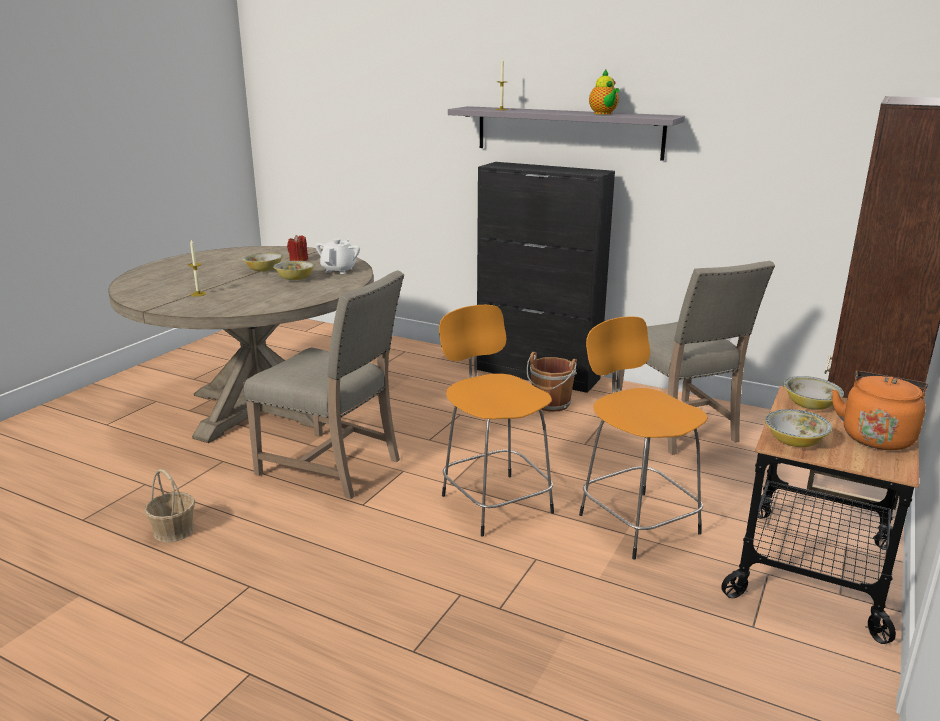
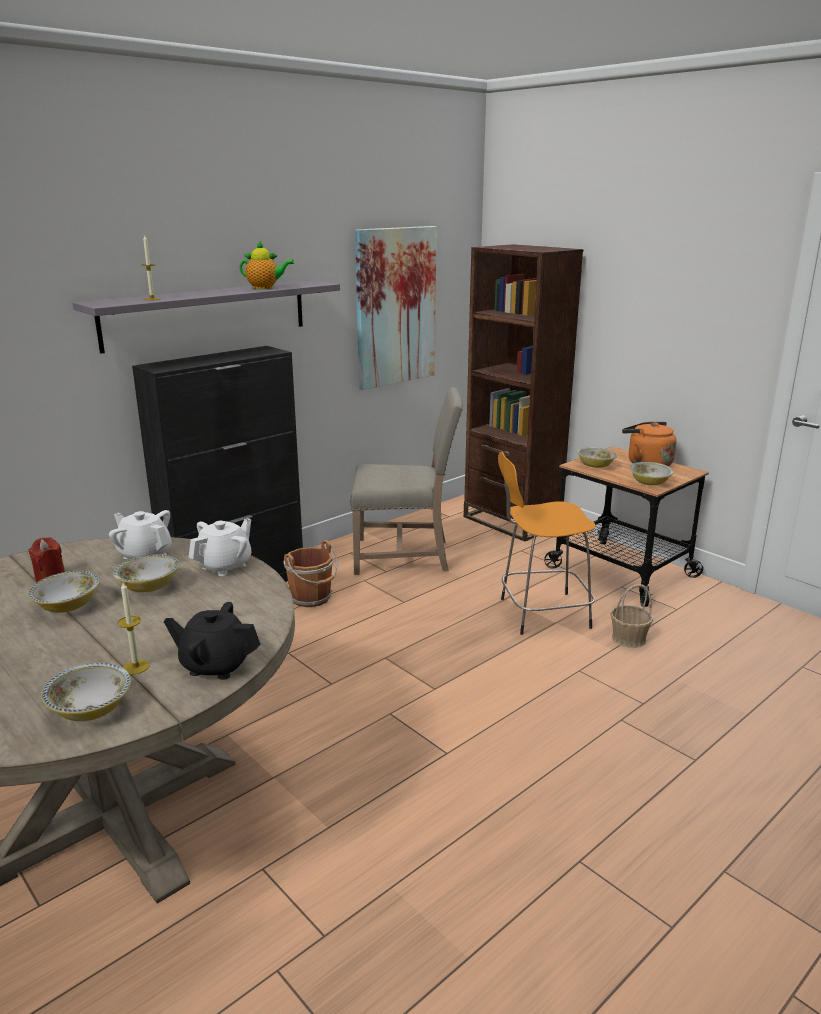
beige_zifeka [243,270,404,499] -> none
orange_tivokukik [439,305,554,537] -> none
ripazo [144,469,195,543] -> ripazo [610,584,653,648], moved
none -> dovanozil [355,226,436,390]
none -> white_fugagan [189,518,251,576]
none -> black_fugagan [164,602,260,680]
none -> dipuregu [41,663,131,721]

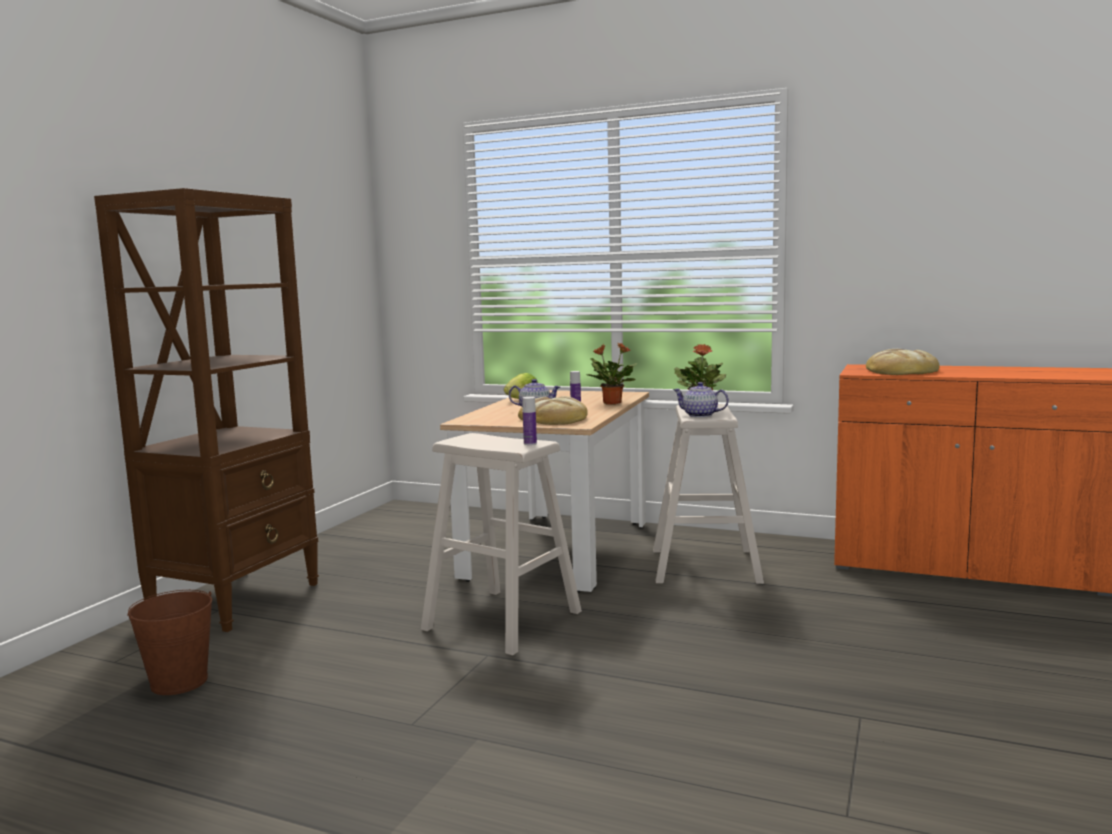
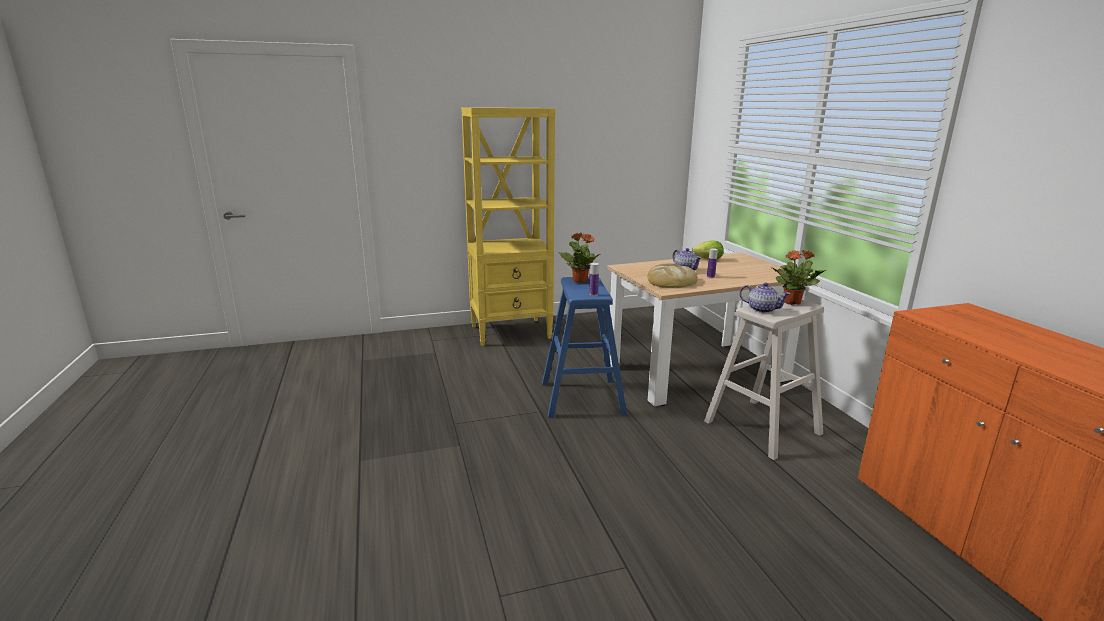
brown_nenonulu [94,188,319,632] -> yellow_nenonulu [461,107,555,346]
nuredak [585,343,637,405] -> nuredak [559,232,600,283], moved
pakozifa [866,349,940,375] -> none
fugagan [673,382,729,417] -> fugagan [740,283,791,313], 135 degrees clockwise
beige_tivokukik [421,433,582,656] -> blue_tivokukik [542,277,627,418]
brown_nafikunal [127,590,212,695] -> none

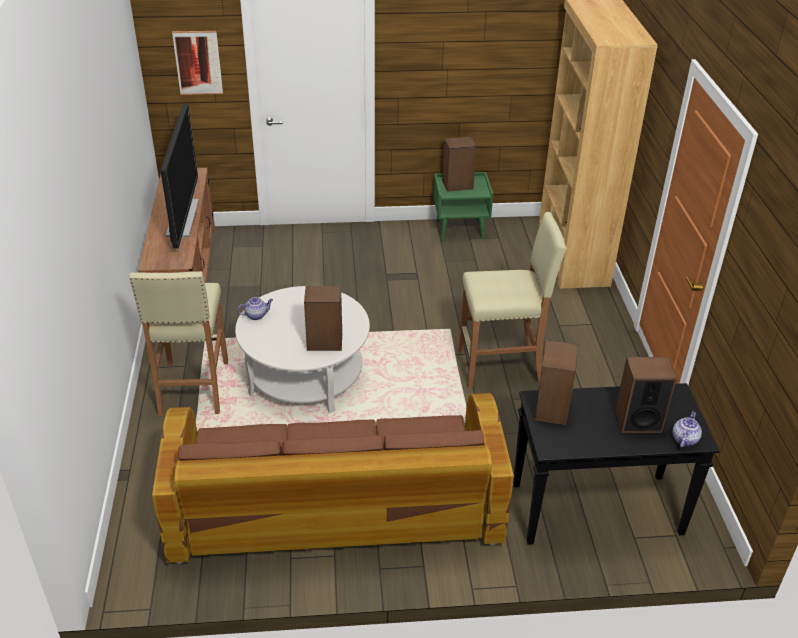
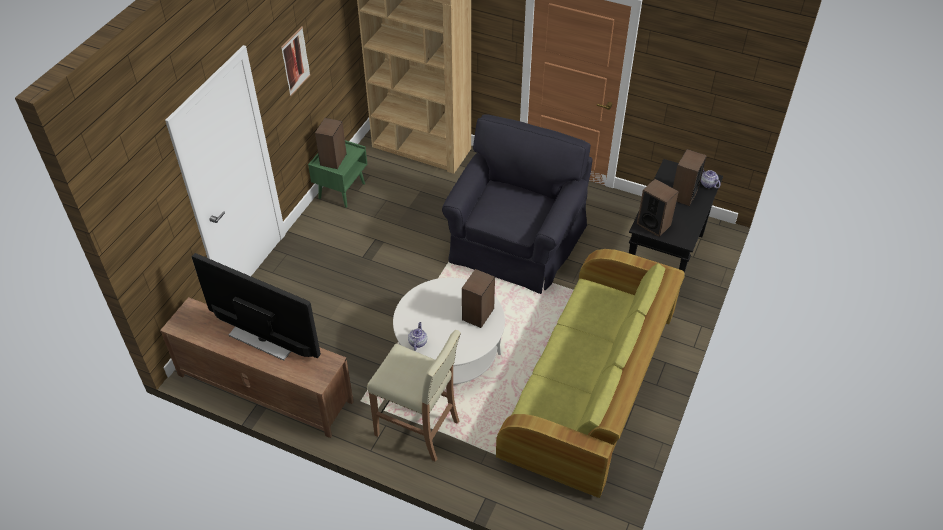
dovanozil [172,31,223,95] -> dovanozil [281,26,310,96], moved
beige_tivokukik [459,212,567,389] -> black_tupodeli [442,114,593,294]
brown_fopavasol [152,393,514,564] -> green_fopavasol [496,249,685,498]

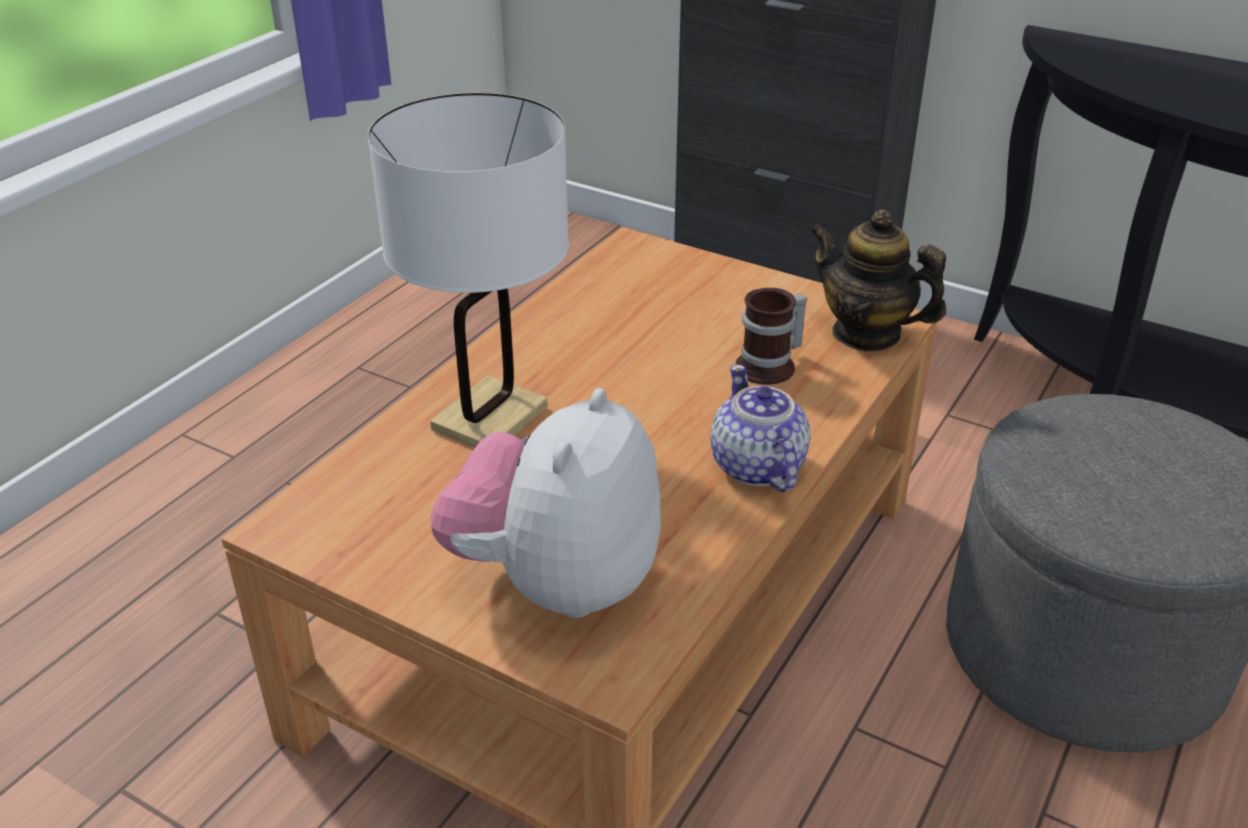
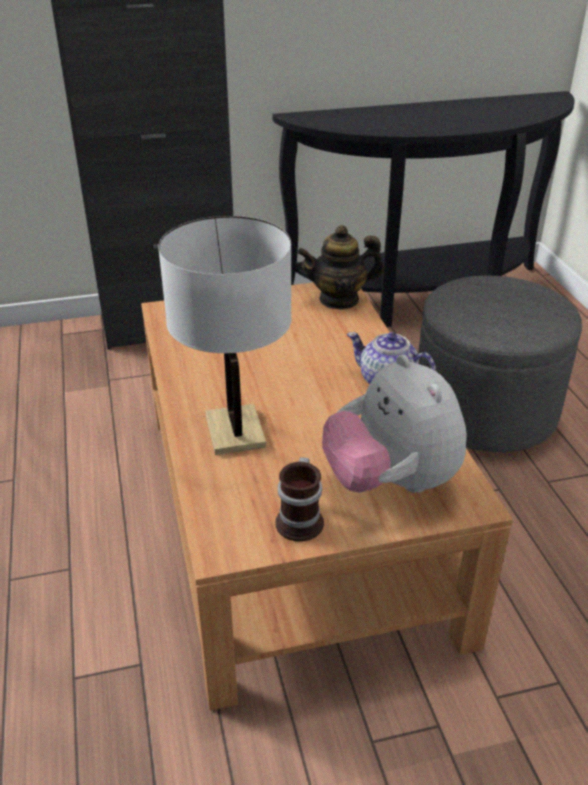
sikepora [735,288,807,385] -> sikepora [275,457,324,541], moved

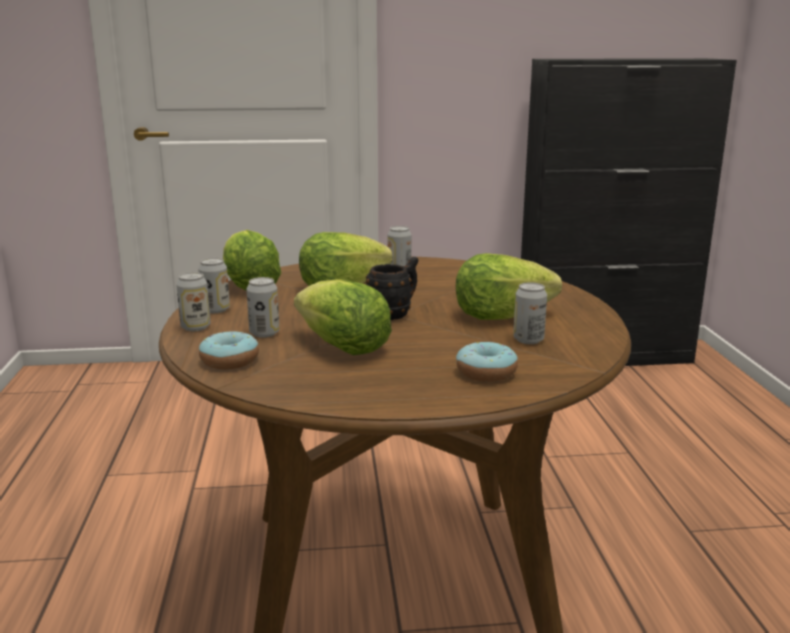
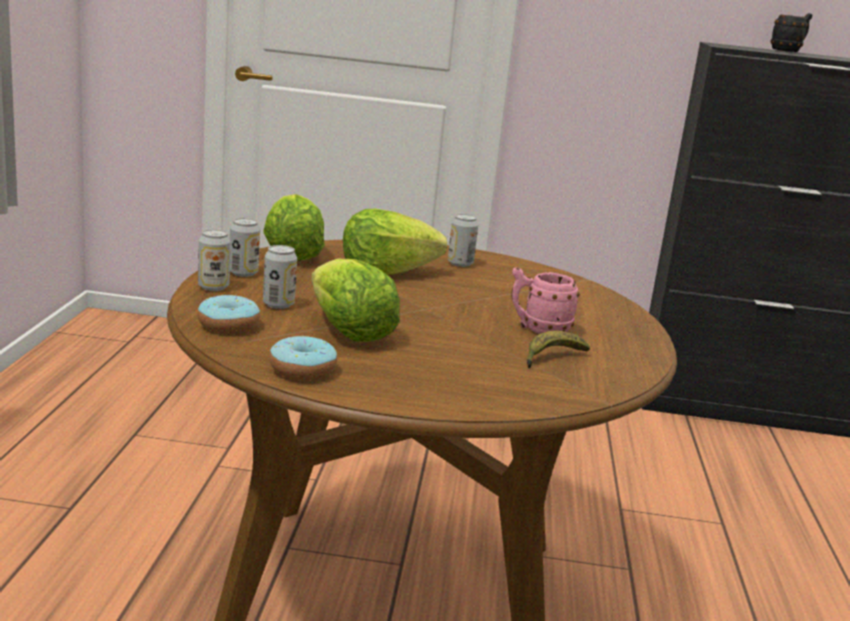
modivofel [456,253,562,320] -> pink_sikepora [511,267,580,334]
black_sikepora [366,257,418,320] -> black_sikepora [770,13,812,52], moved
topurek [513,282,547,344] -> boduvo [527,331,590,368]
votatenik [456,342,518,382] -> votatenik [270,336,337,380], moved

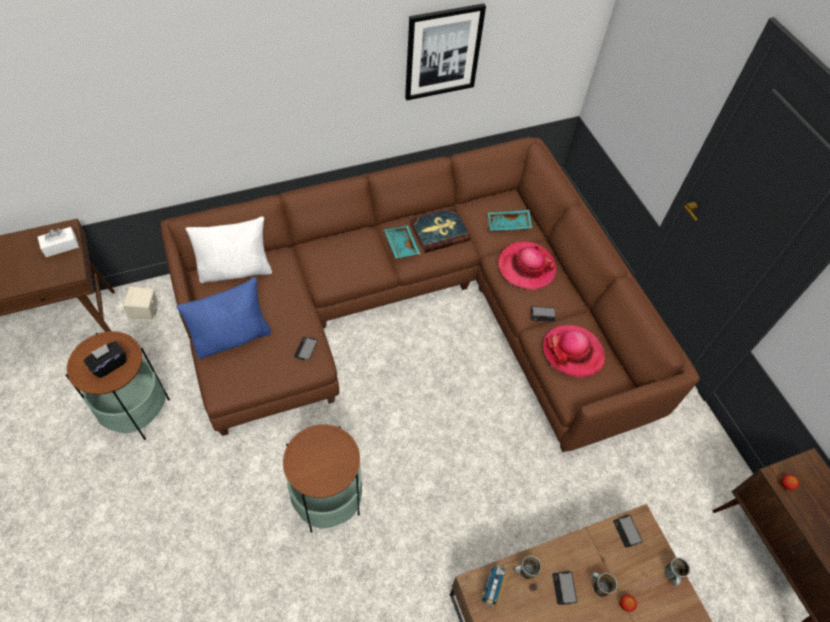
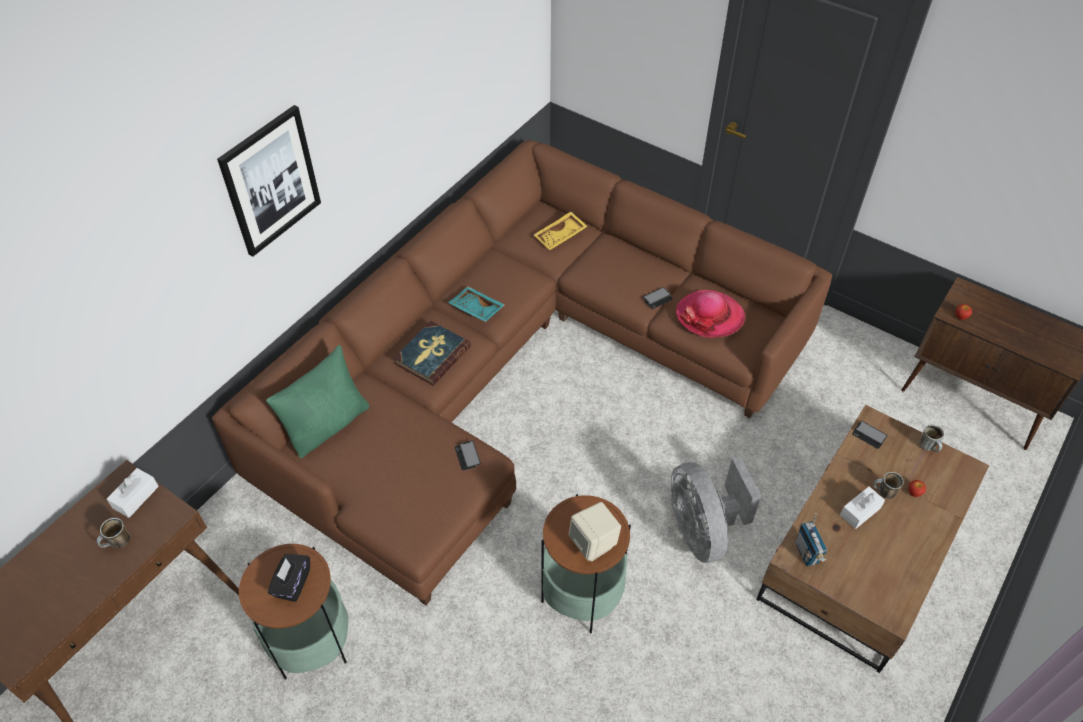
dovanozil [405,4,486,100] -> dovanozil [217,105,321,257], moved
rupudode [410,208,471,253] -> rupudode [393,321,471,386], moved
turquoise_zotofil [488,210,532,231] -> yellow_zotofil [534,212,588,250]
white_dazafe [186,217,272,283] -> green_dazafe [266,345,369,458]
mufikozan [498,241,557,290] -> none
blue_dazafe [176,277,272,359] -> none
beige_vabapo [123,286,158,321] -> beige_vabapo [568,502,621,562], moved
sikepora [514,556,541,579] -> sikepora [96,518,130,548], moved
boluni [552,571,577,605] -> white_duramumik [840,486,885,529]
none -> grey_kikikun [670,456,761,563]

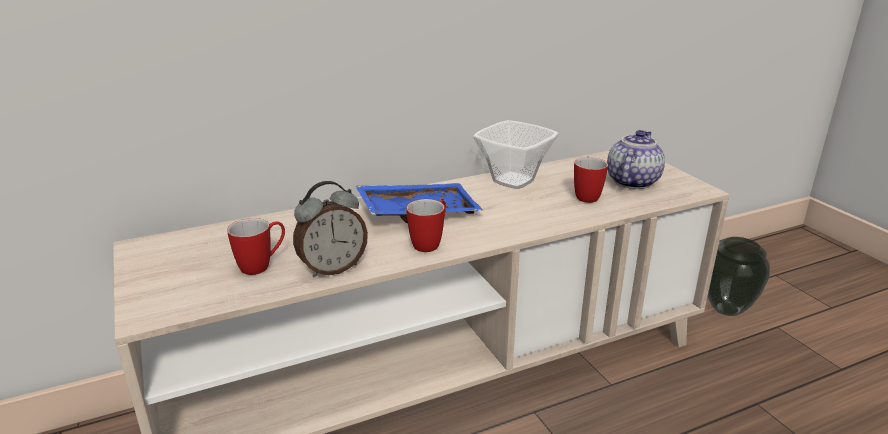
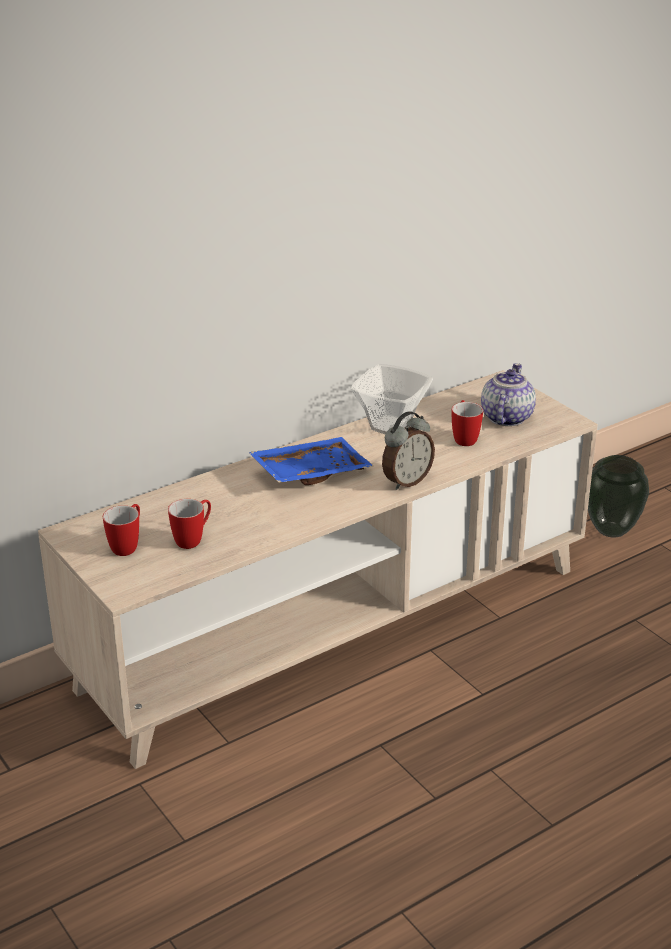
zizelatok [293,181,368,278] -> zizelatok [382,411,435,490], moved
sikepora [406,199,446,252] -> sikepora [103,504,140,556], moved

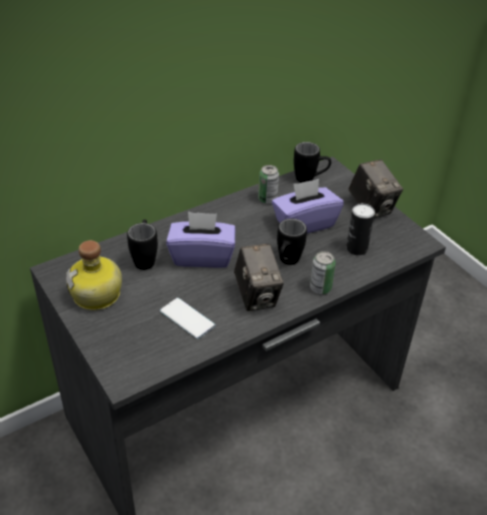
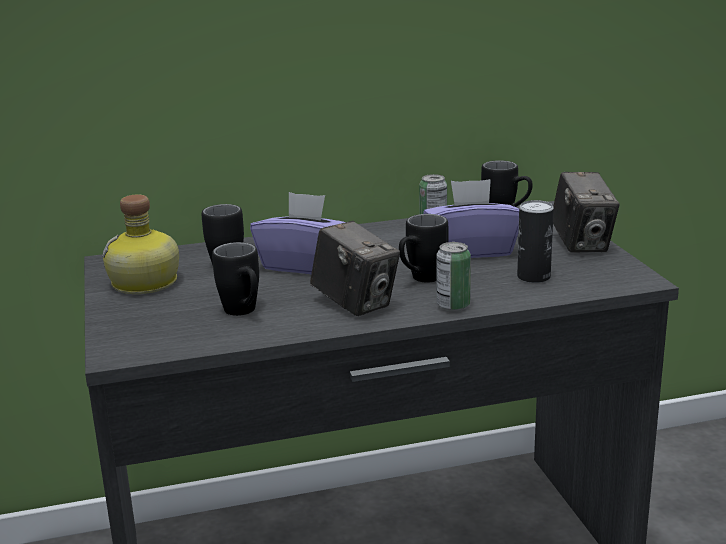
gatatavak [234,244,284,311] -> gatatavak [310,221,400,316], 45 degrees counterclockwise
boluni [160,298,216,339] -> black_sikepora [212,242,259,316]

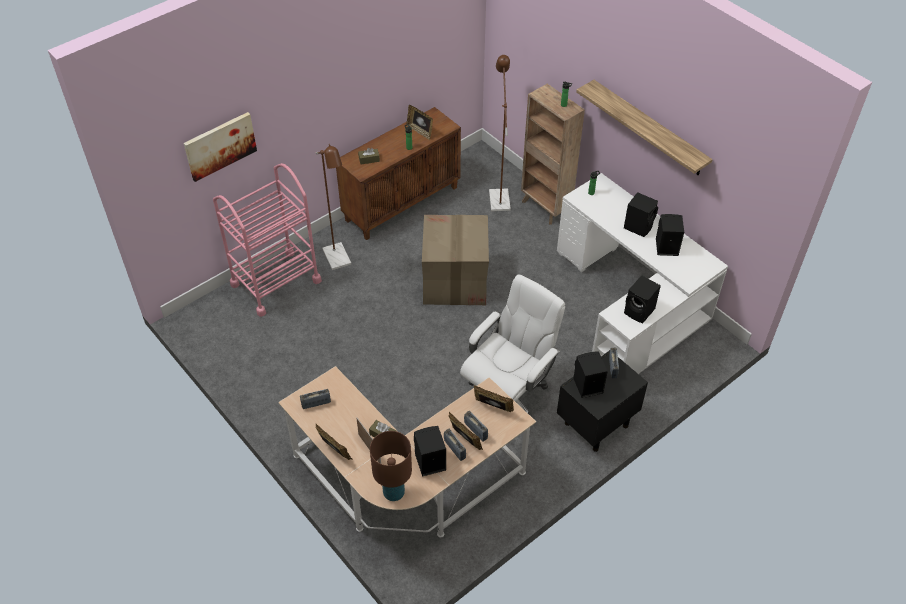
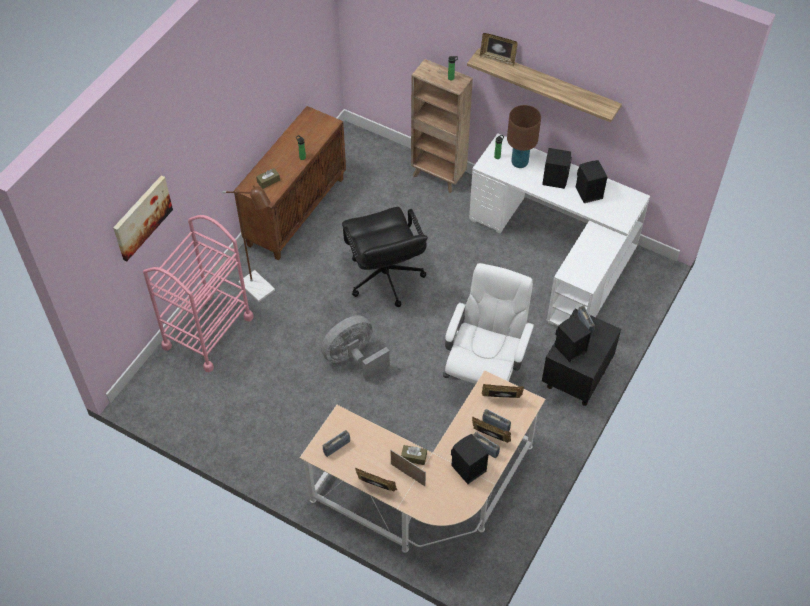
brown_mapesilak [489,55,511,211] -> none
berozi [406,105,433,140] -> berozi [480,33,518,66], moved
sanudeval [422,215,489,305] -> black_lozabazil [342,207,428,307]
black_vabapo [624,275,661,323] -> none
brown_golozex [370,431,412,501] -> brown_golozex [507,105,541,168], moved
none -> grey_kikikun [321,315,390,381]

